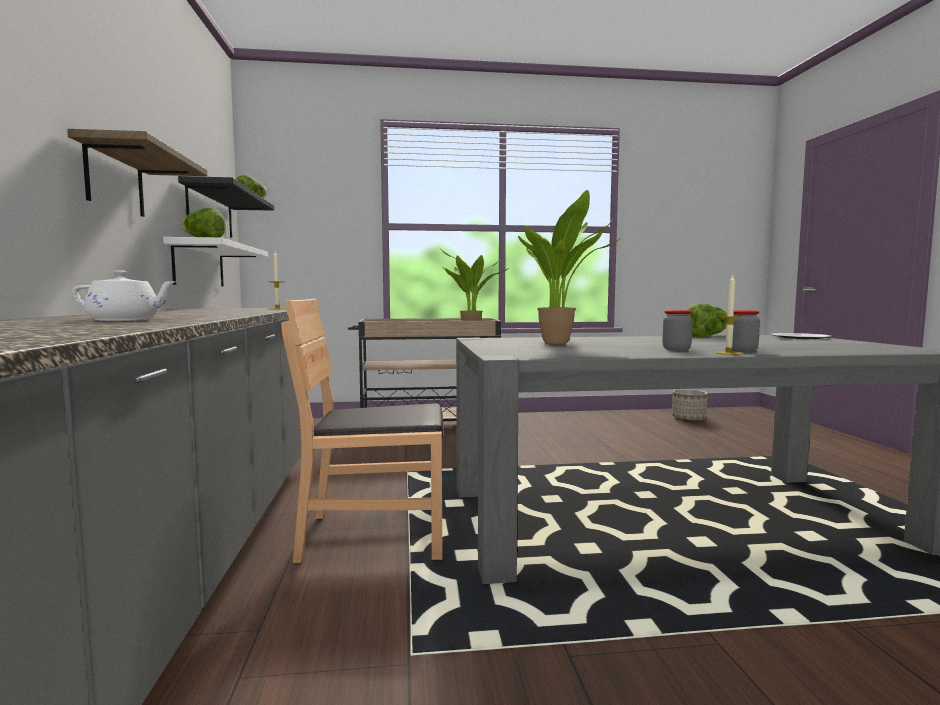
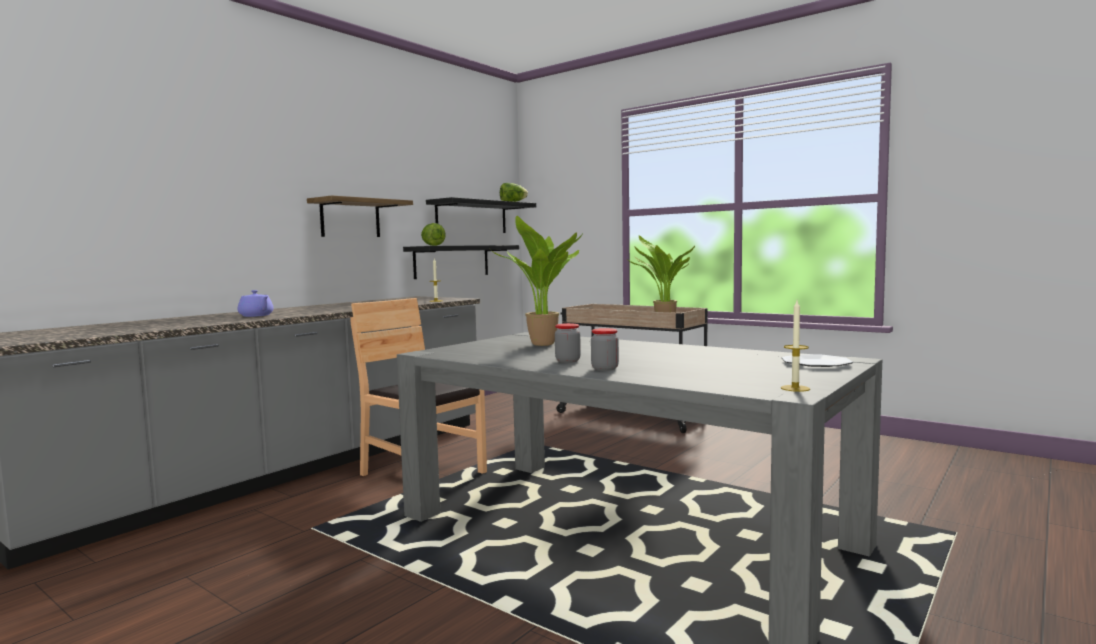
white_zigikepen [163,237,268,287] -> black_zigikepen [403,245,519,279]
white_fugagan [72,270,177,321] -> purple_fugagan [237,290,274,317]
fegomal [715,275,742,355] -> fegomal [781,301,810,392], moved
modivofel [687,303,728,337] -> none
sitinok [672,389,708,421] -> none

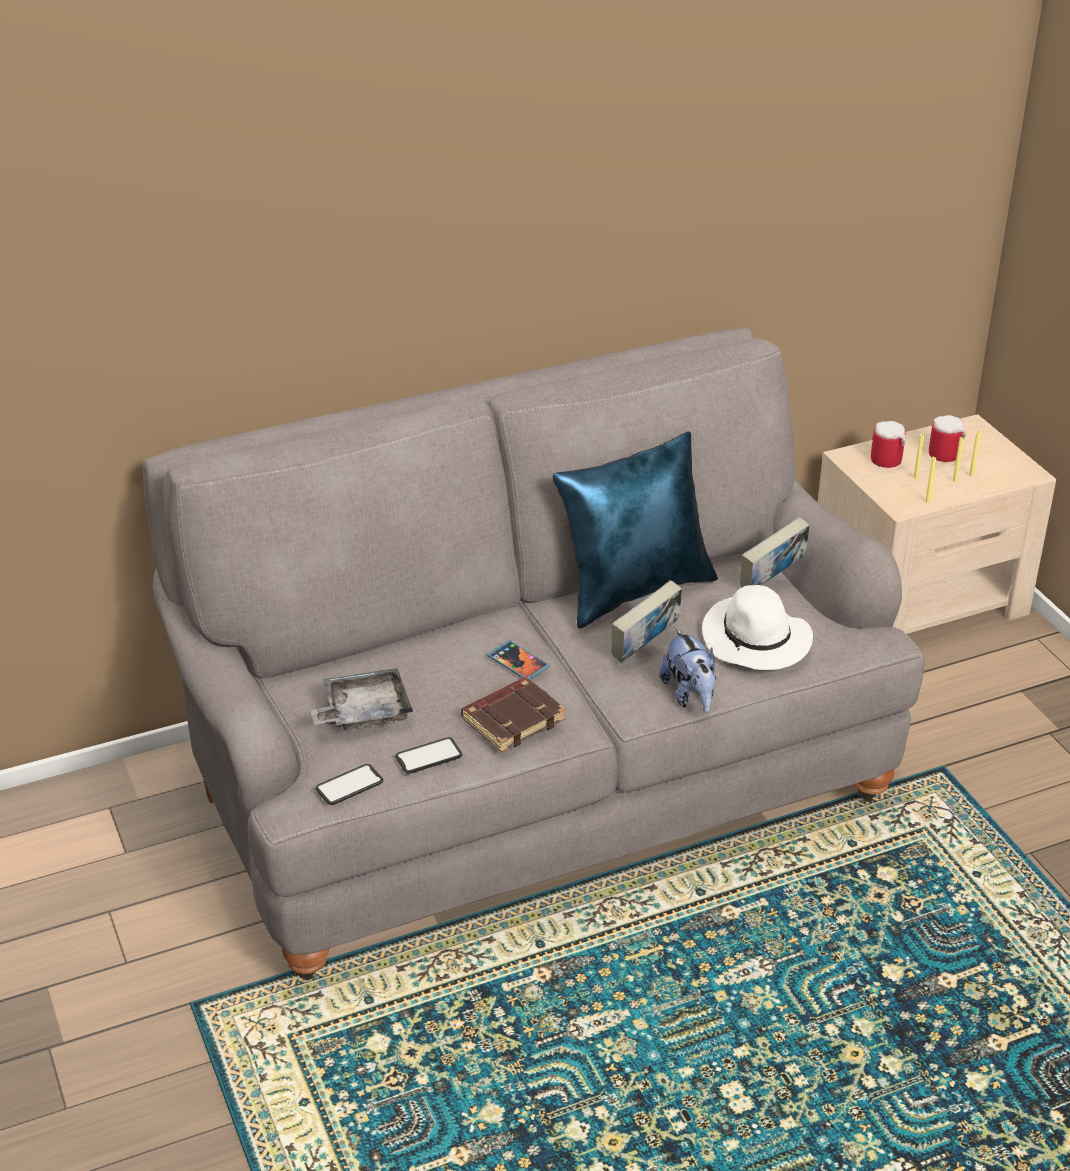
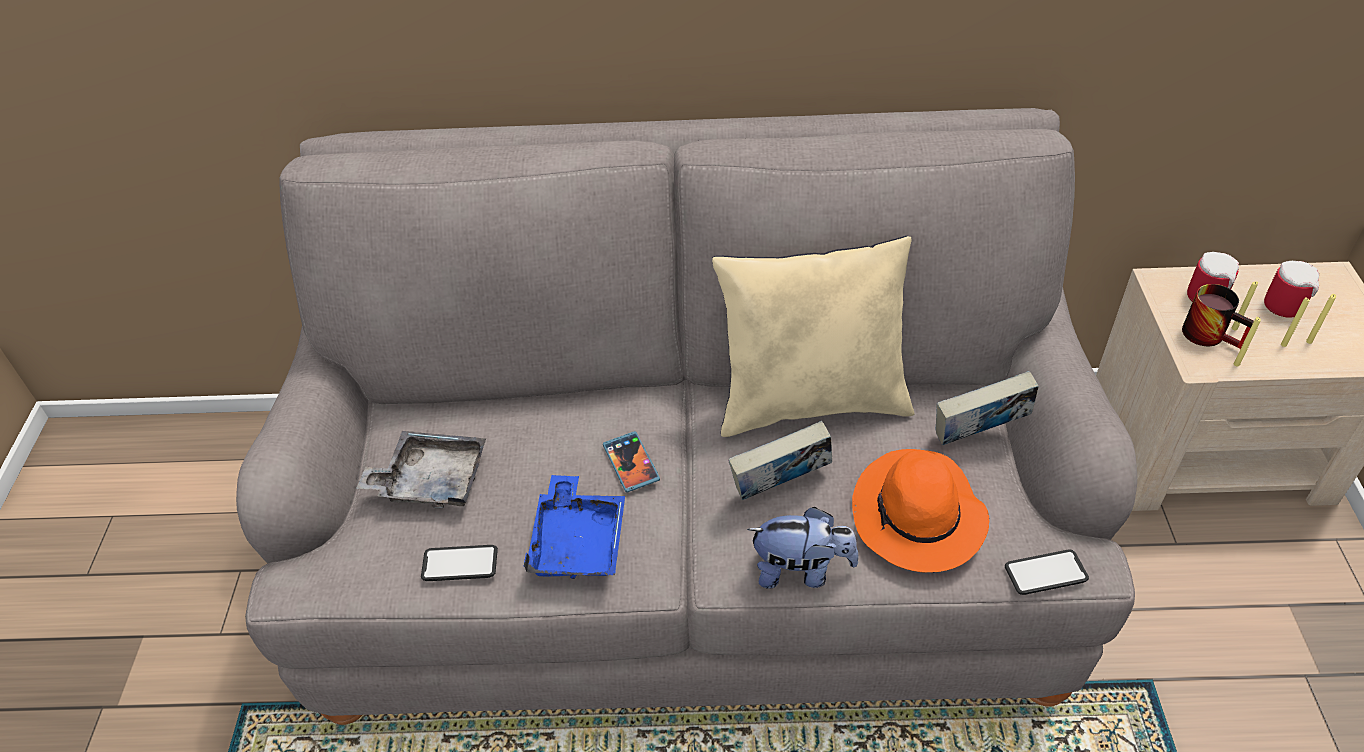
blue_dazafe [553,432,718,629] -> beige_dazafe [712,236,915,437]
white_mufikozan [702,585,813,670] -> orange_mufikozan [852,449,989,573]
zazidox [660,628,716,713] -> zazidox [747,507,859,589], 90 degrees counterclockwise
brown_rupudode [461,677,566,753] -> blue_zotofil [524,475,625,579]
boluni [315,764,383,805] -> boluni [1005,549,1089,595], moved
none -> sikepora [1182,284,1254,349]

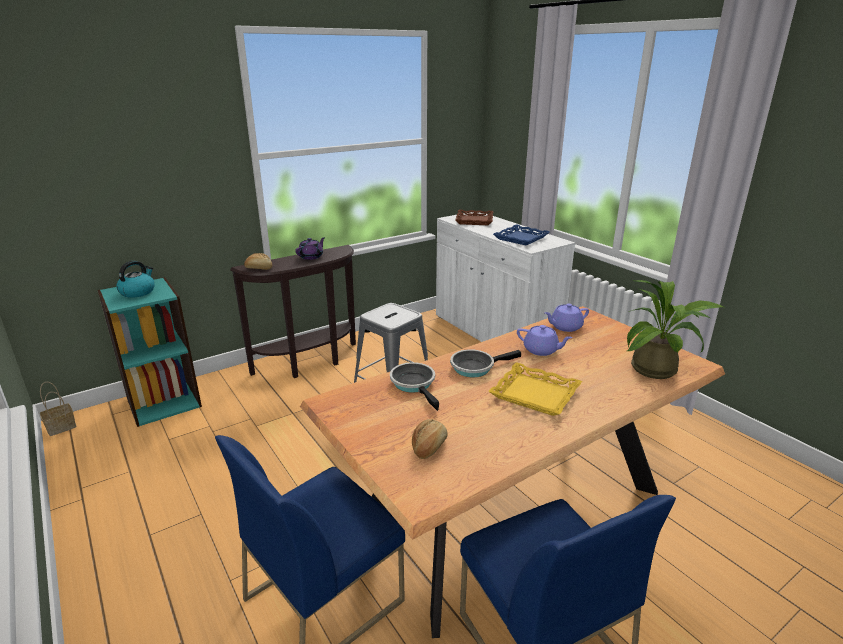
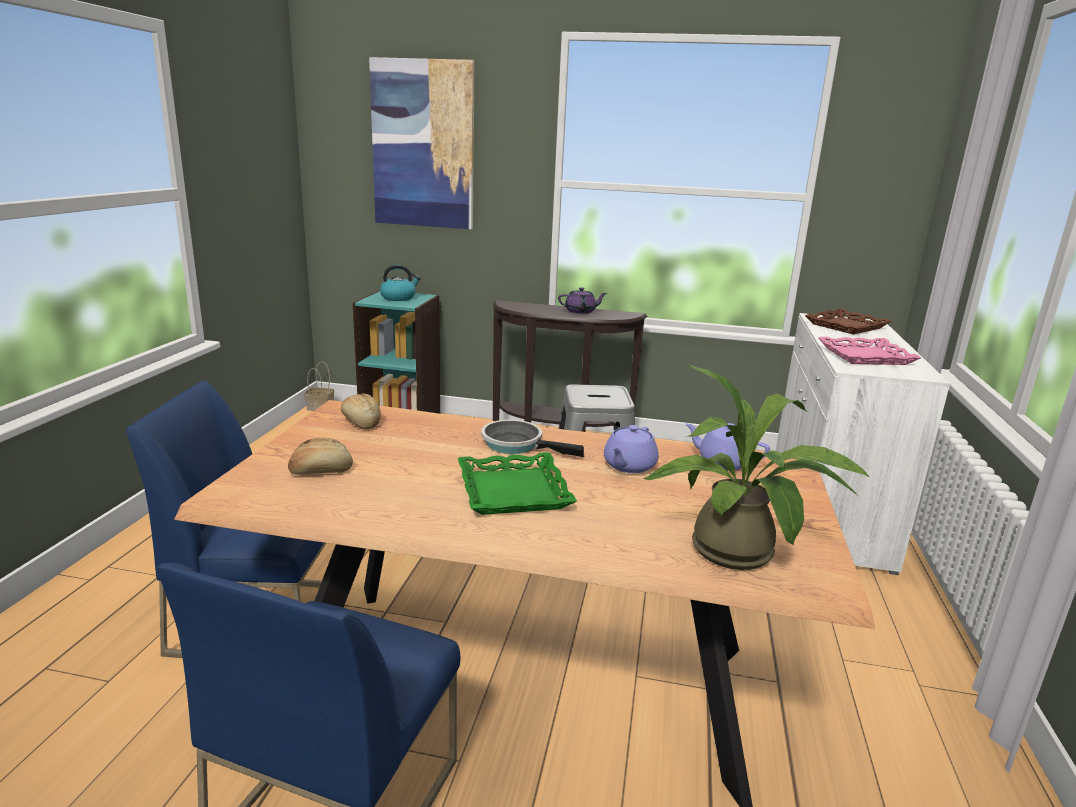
blue_zotofil [493,224,550,245] -> pink_zotofil [818,337,921,365]
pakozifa [244,253,272,270] -> pakozifa [341,393,381,429], moved
purple_fugagan [517,325,573,356] -> purple_fugagan [604,425,659,473], 45 degrees clockwise
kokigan [390,362,439,411] -> none
yellow_zotofil [488,362,582,416] -> green_zotofil [458,452,577,515]
none -> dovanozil [369,57,474,229]

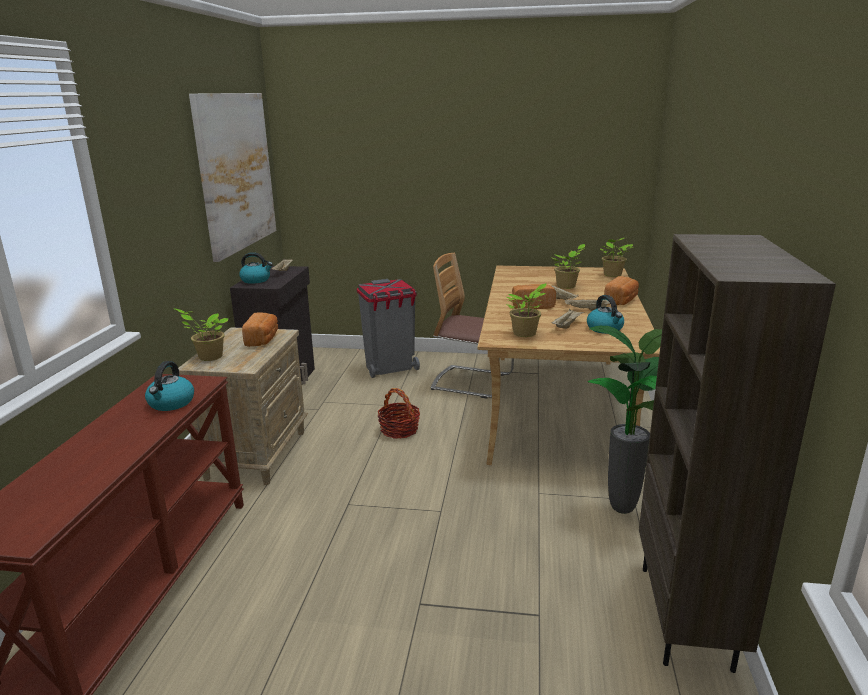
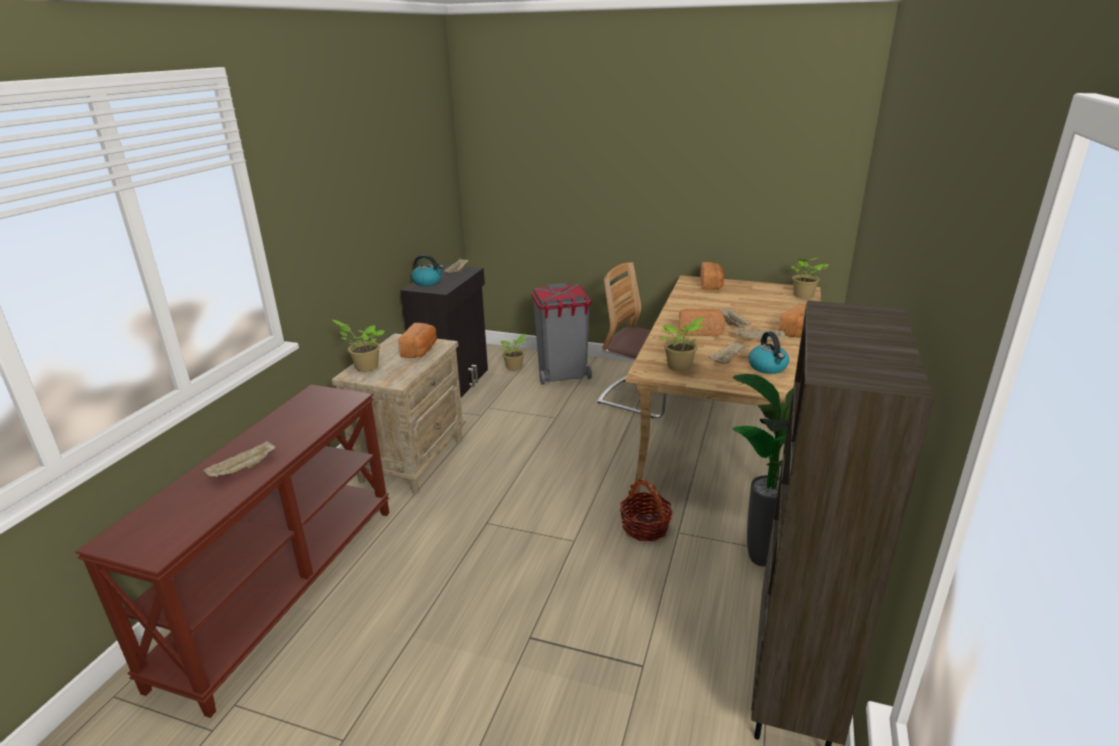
dovanozil [189,93,276,262] -> none
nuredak [550,244,585,289] -> nuredak [499,334,527,370], moved
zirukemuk [145,361,194,411] -> none
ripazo [377,388,420,439] -> ripazo [620,479,672,541], moved
none -> pakozifa [700,262,724,290]
none -> beige_zotofil [203,440,275,478]

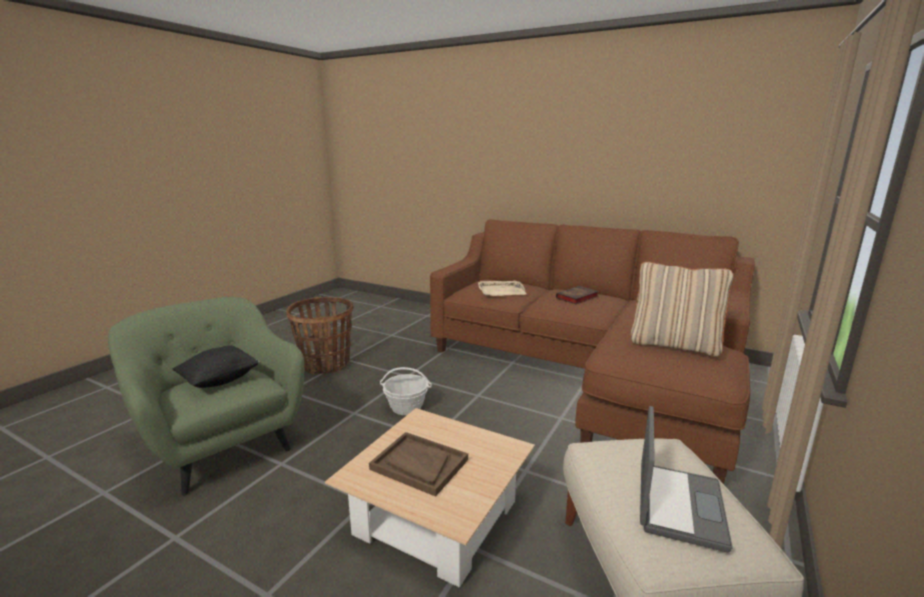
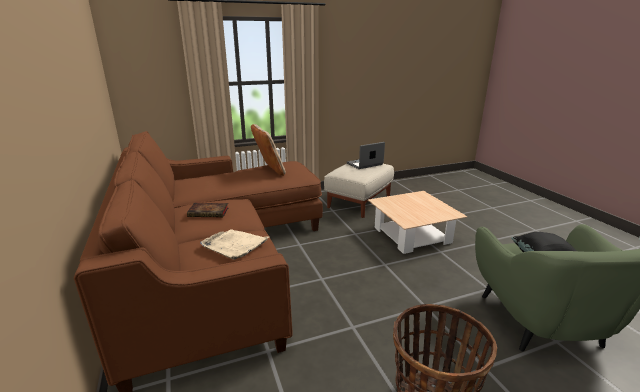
ripazo [380,367,432,415] -> none
brown_zotofil [369,432,468,497] -> none

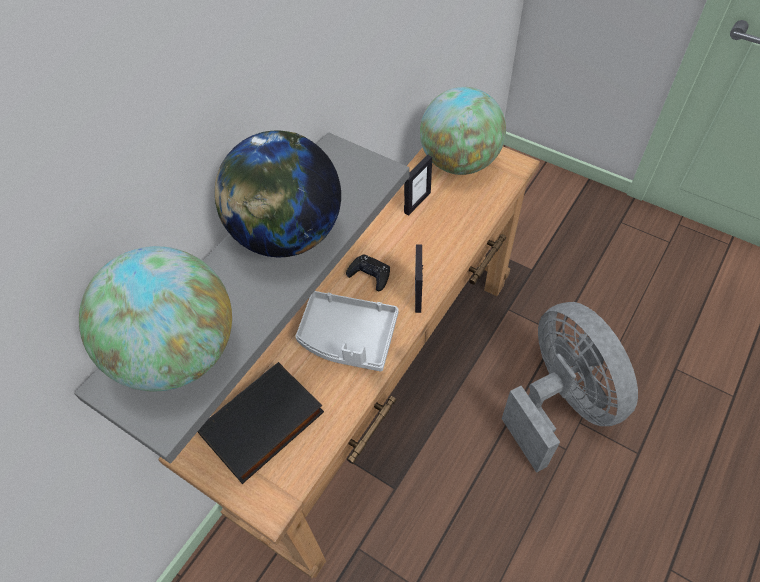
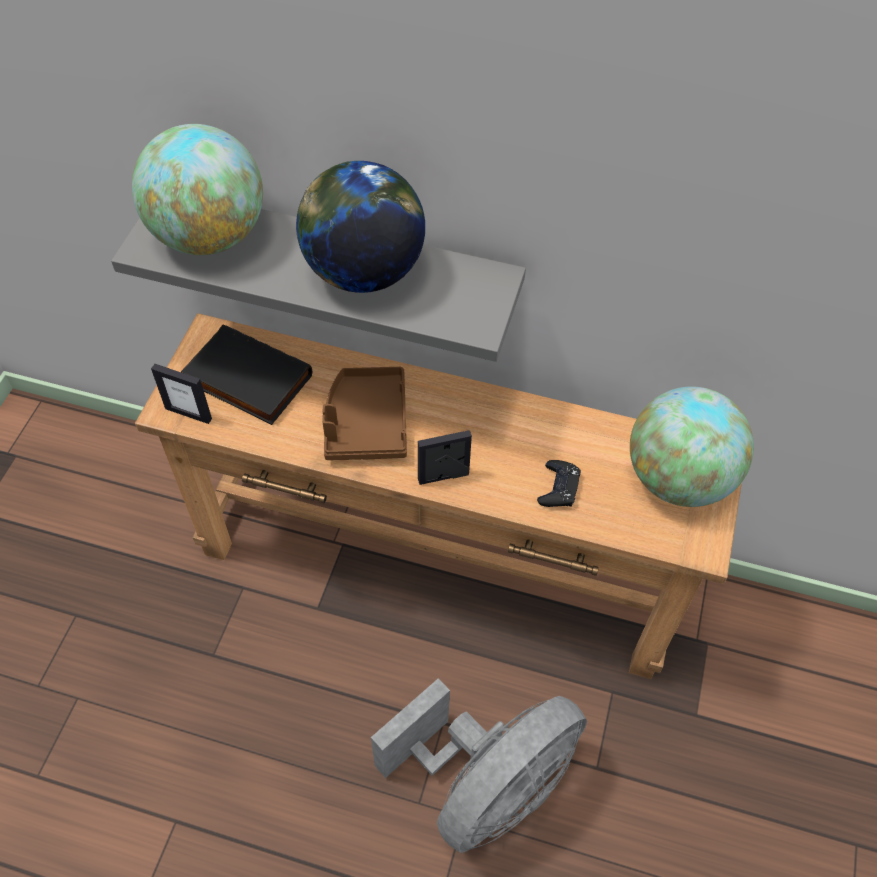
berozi [404,155,432,216] -> berozi [151,364,212,424], moved
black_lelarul [346,255,390,291] -> black_lelarul [537,460,581,507], moved
grey_zotofil [295,291,399,372] -> brown_zotofil [322,367,407,460]

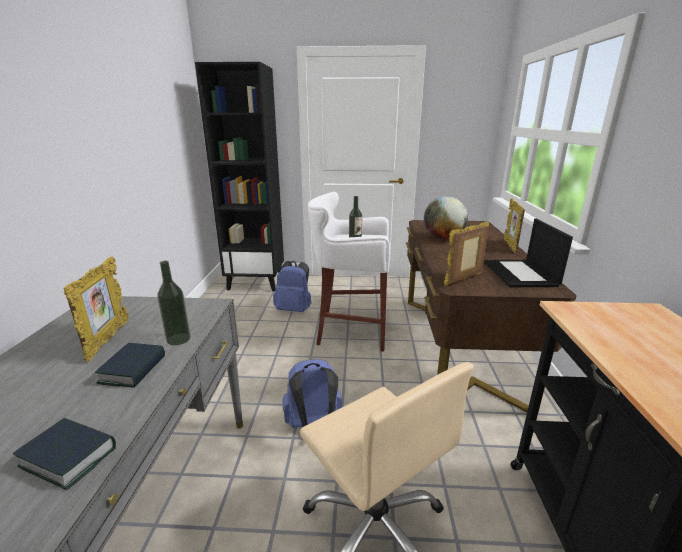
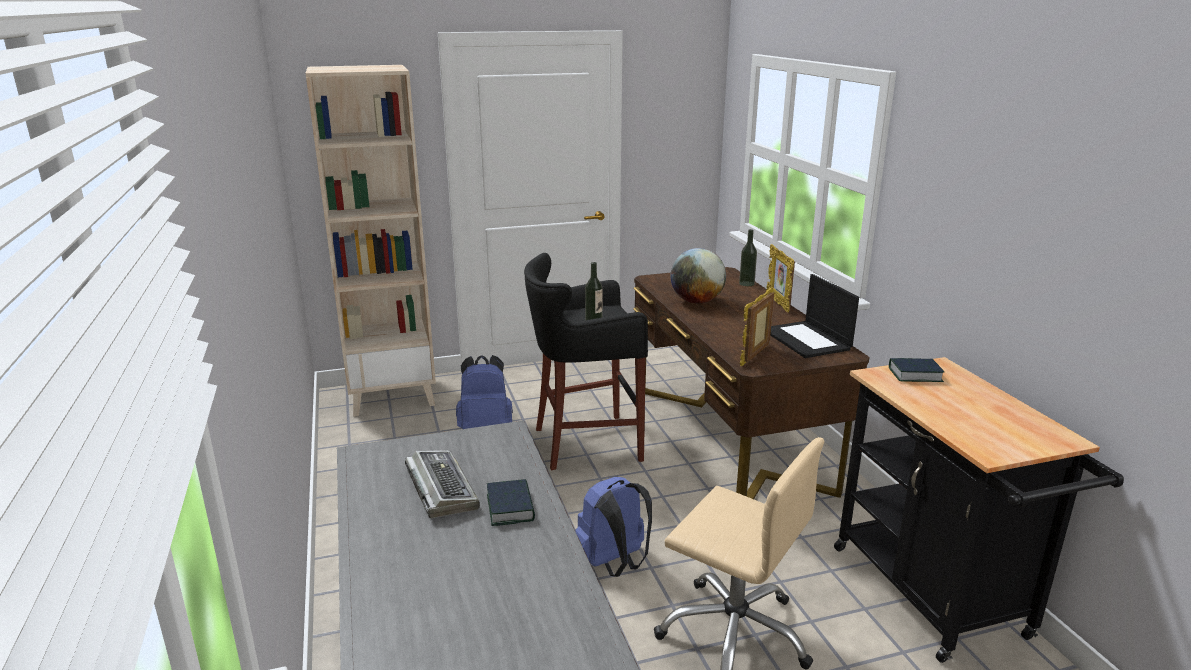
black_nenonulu [195,62,284,291] -> beige_nenonulu [305,65,436,417]
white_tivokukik [308,192,390,351] -> black_tivokukik [524,253,648,471]
berozi [63,256,129,362] -> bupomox [405,450,480,518]
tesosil [157,261,191,345] -> tesosil [739,229,757,286], moved
rupudode [13,418,116,490] -> rupudode [889,358,944,382], moved

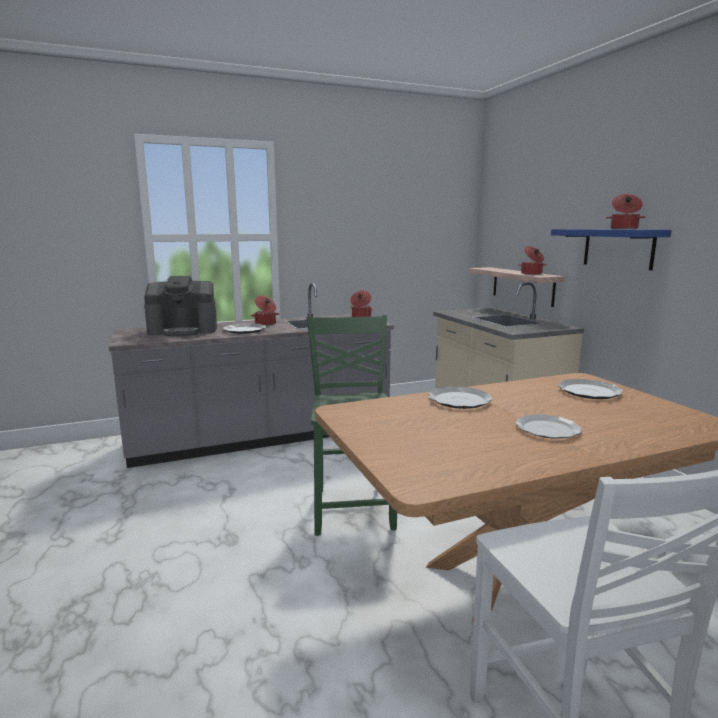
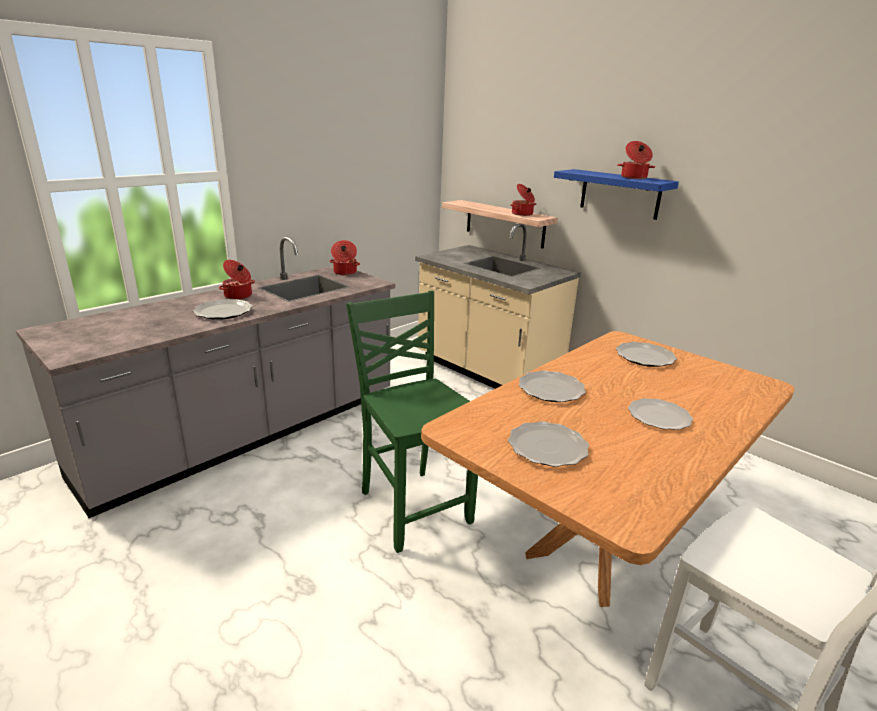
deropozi [144,276,217,336] -> none
none -> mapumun [508,421,589,467]

